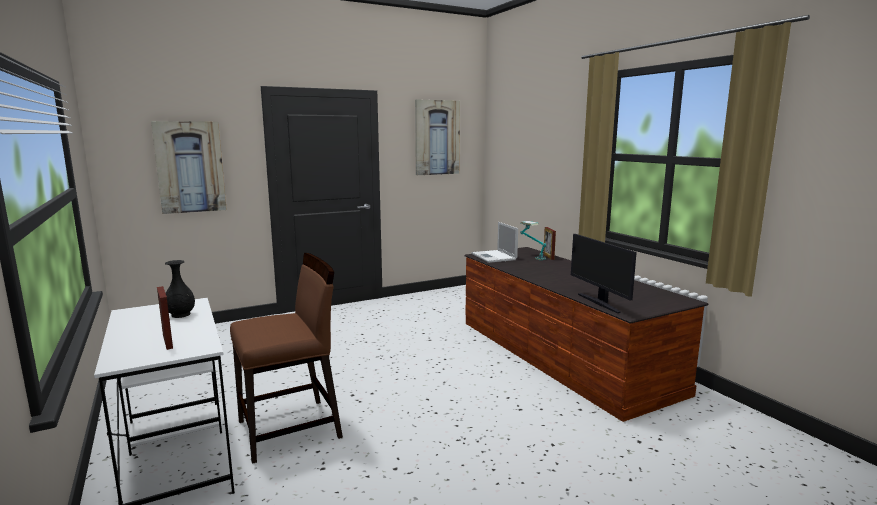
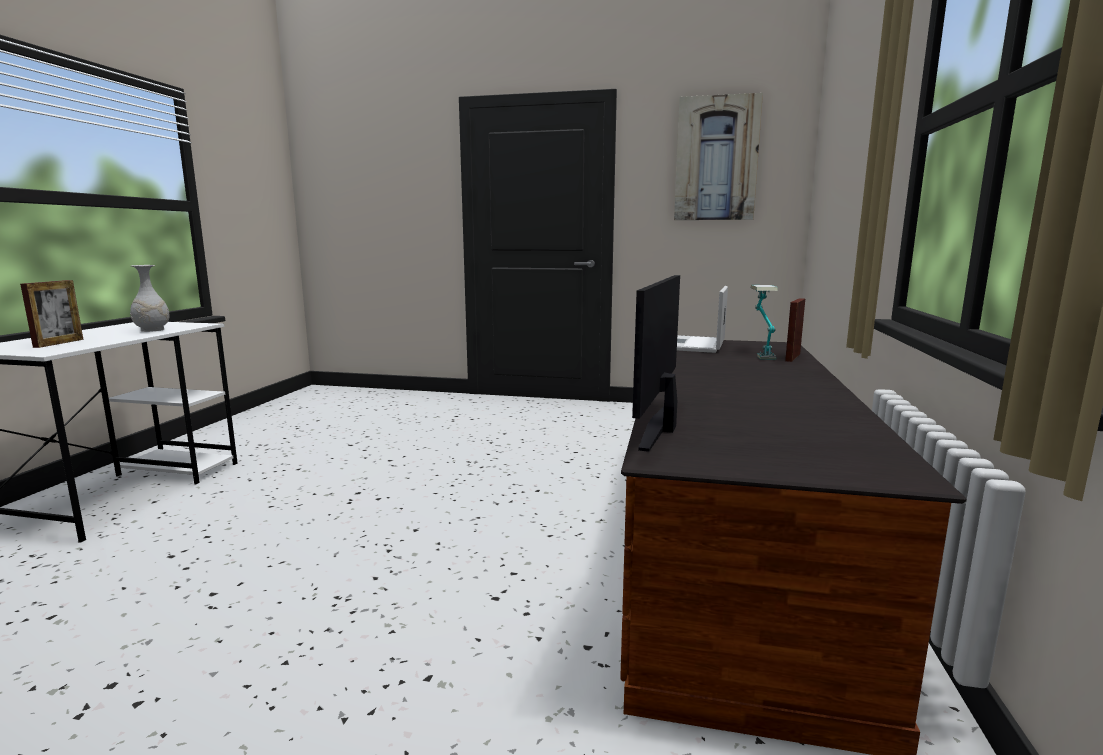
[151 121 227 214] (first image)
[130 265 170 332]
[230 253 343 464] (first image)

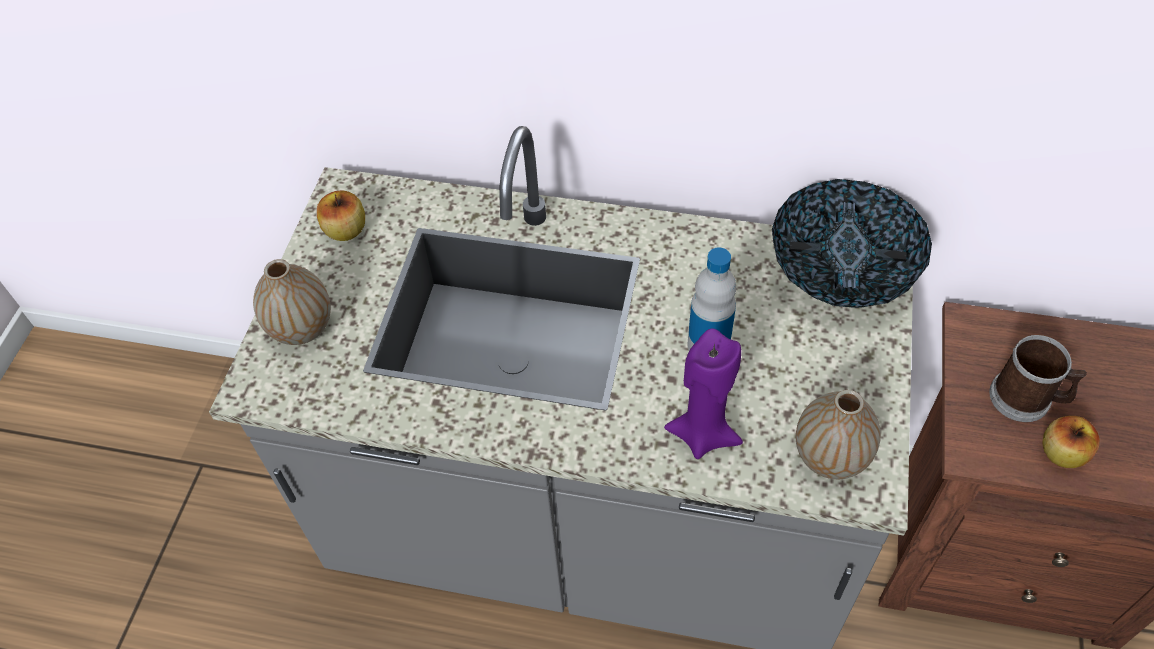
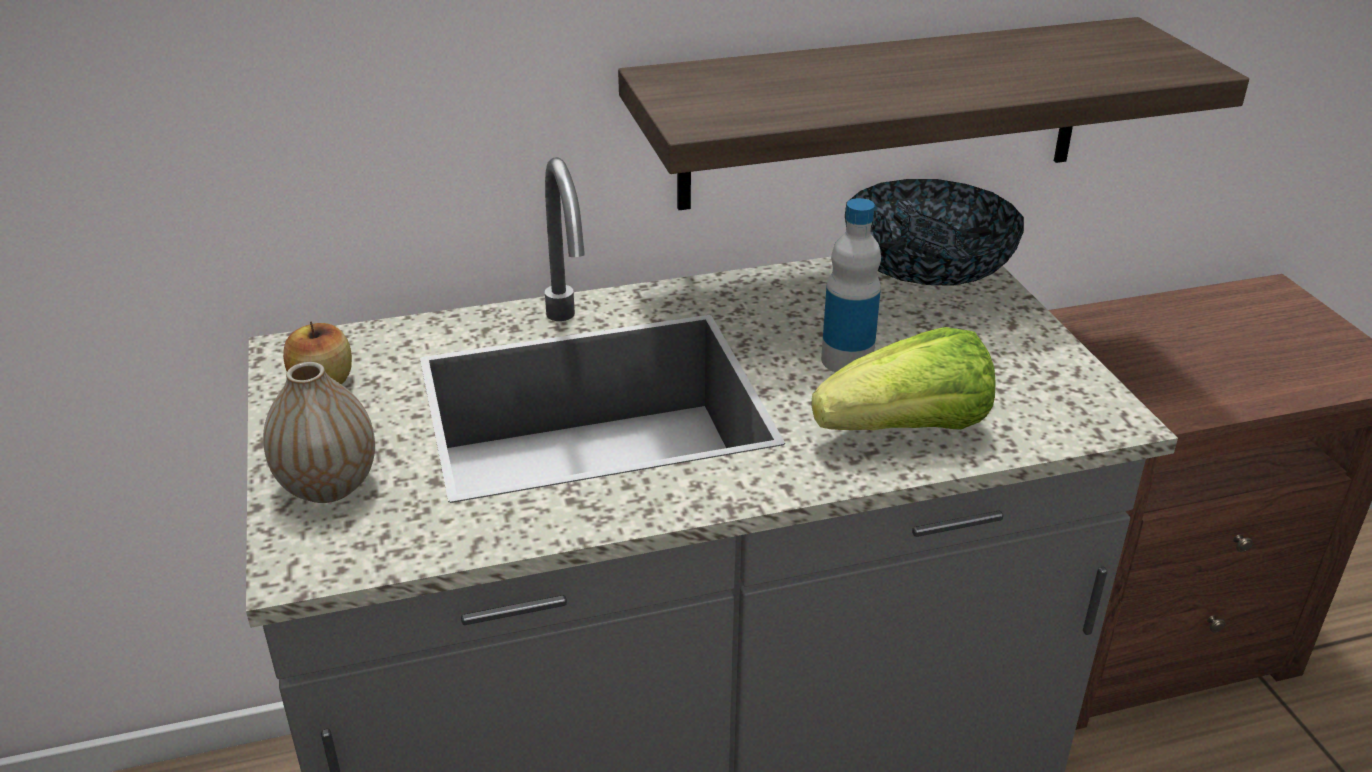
[811 327 996 430]
[796 390 881 479] (first image)
[989 335 1087 422] (first image)
[1042 416 1100 468] (first image)
[618 17 1249 210]

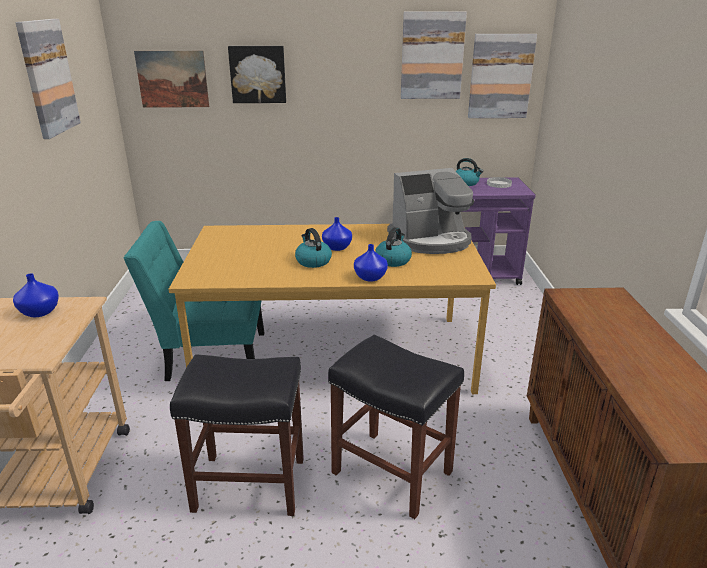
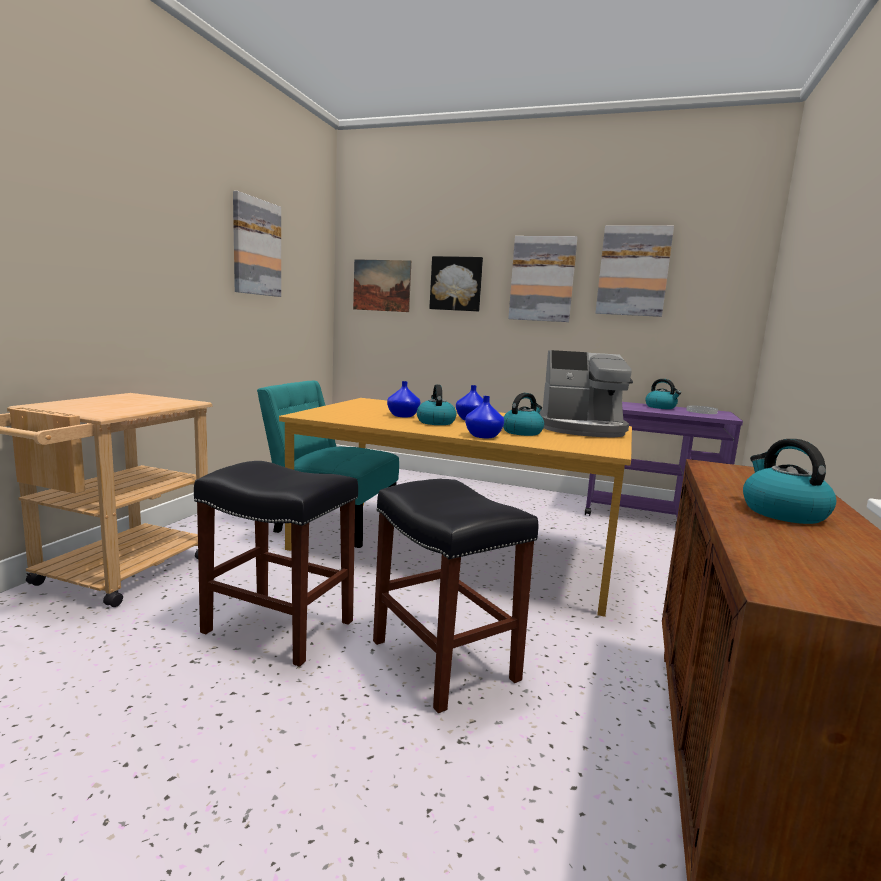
[387 381 420 417]
[508 236 578 322]
[743 439 837 524]

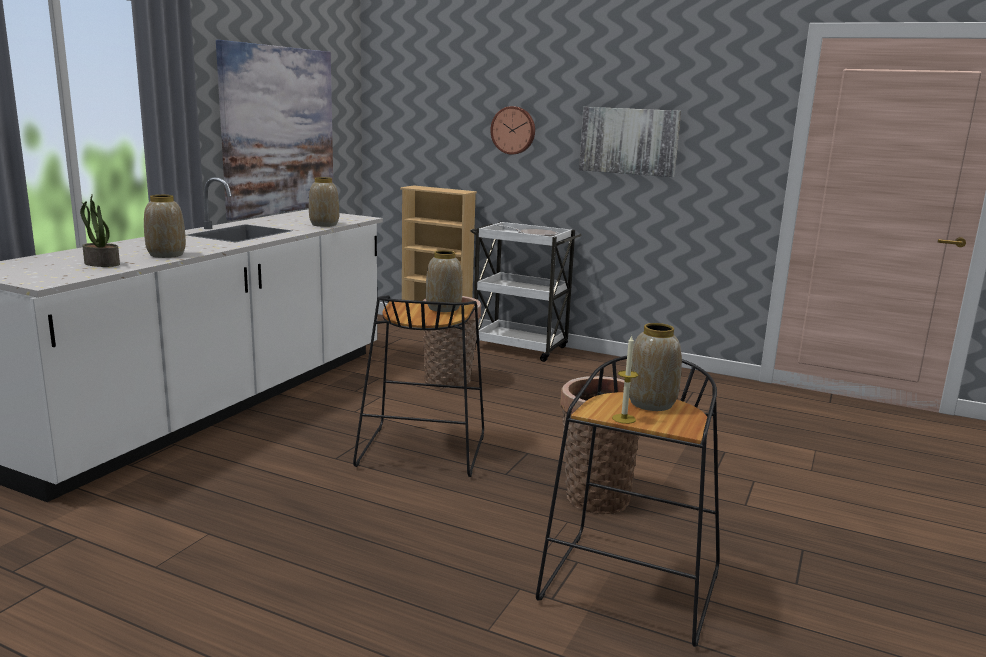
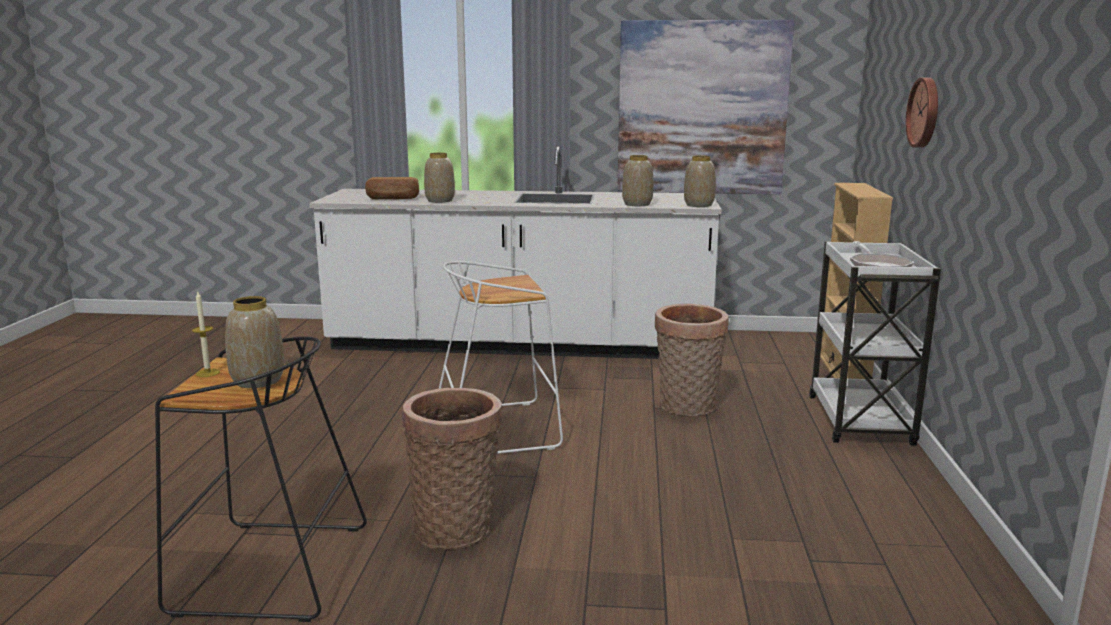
[365 177 419 199]
[439 261 563 454]
[684 155 716 207]
[579 107 681 177] (first image)

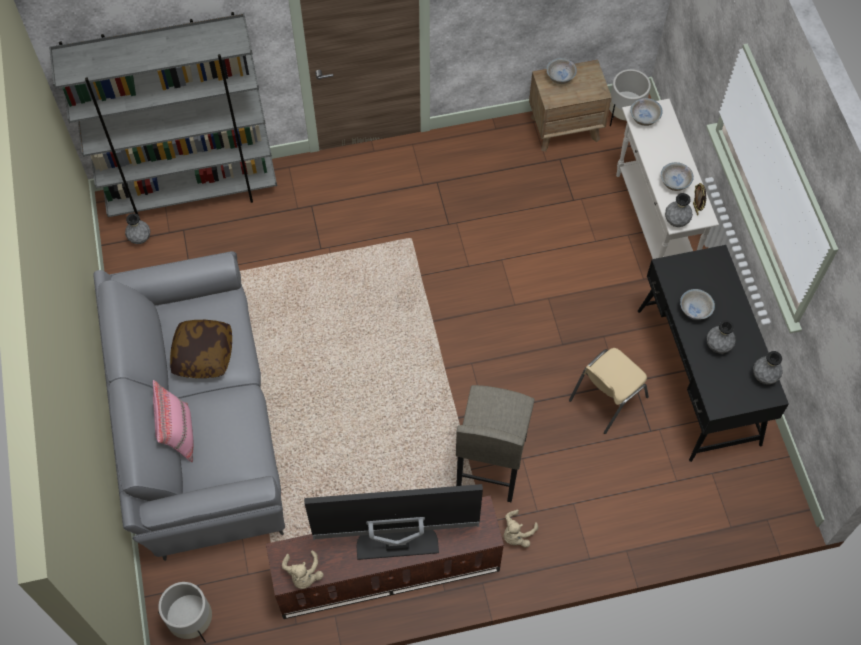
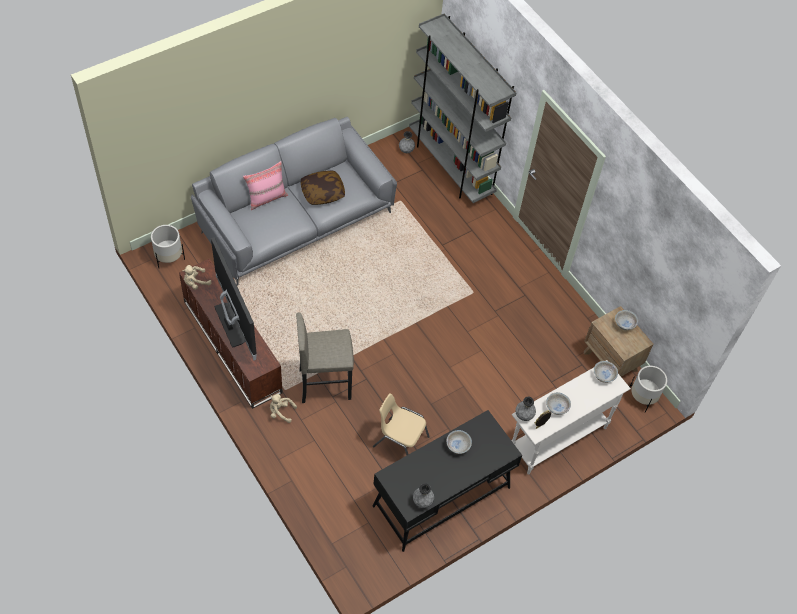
[707 320 735 354] (first image)

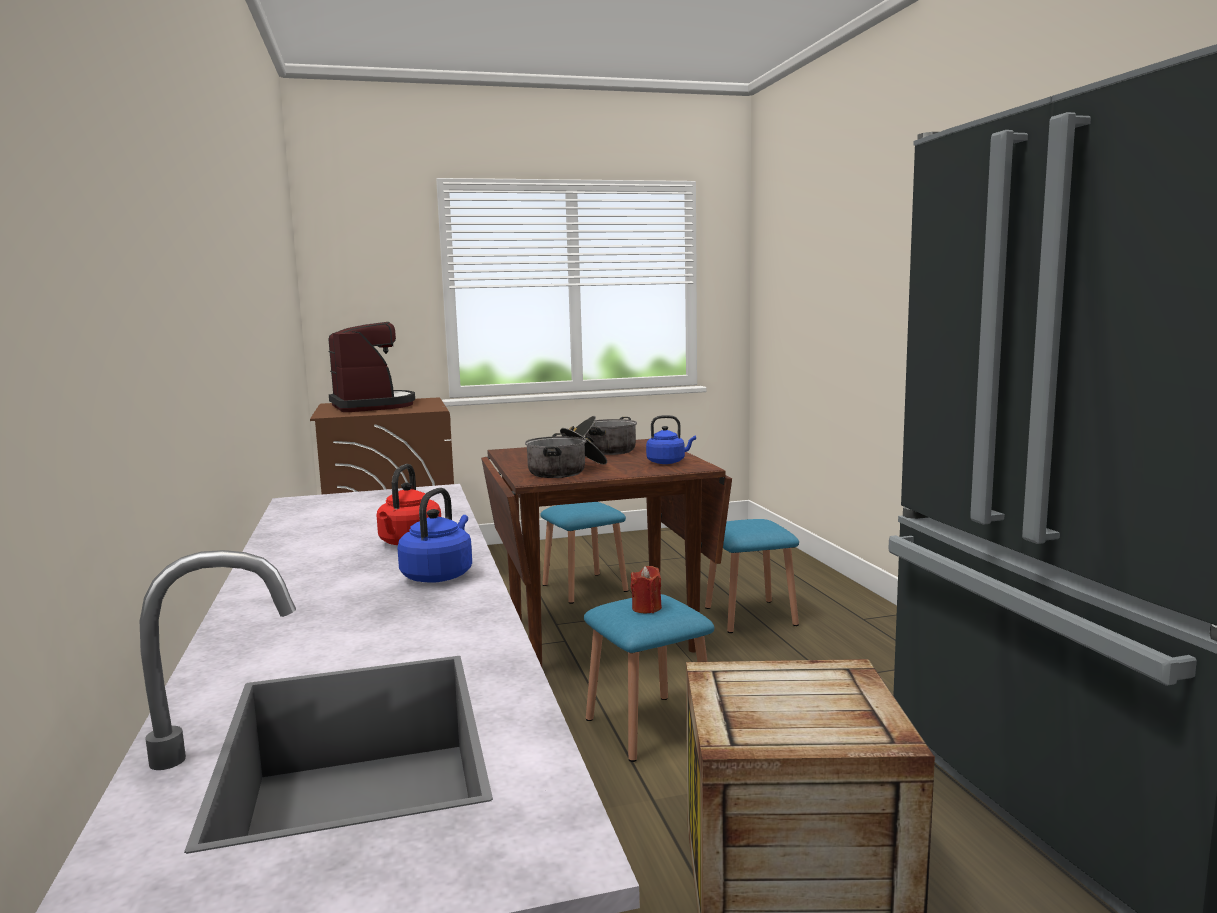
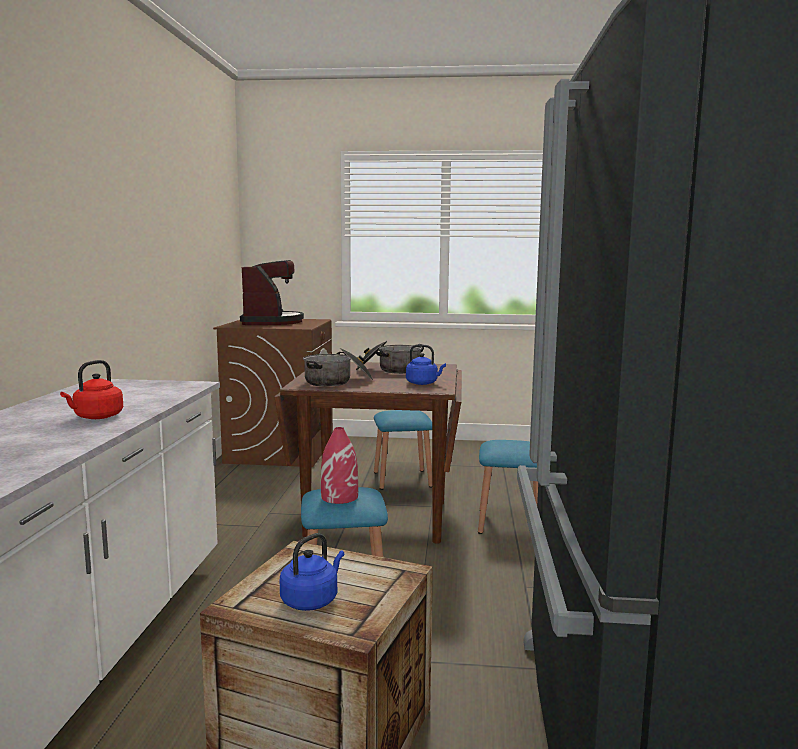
[280 533 344 611]
[321 427 358 504]

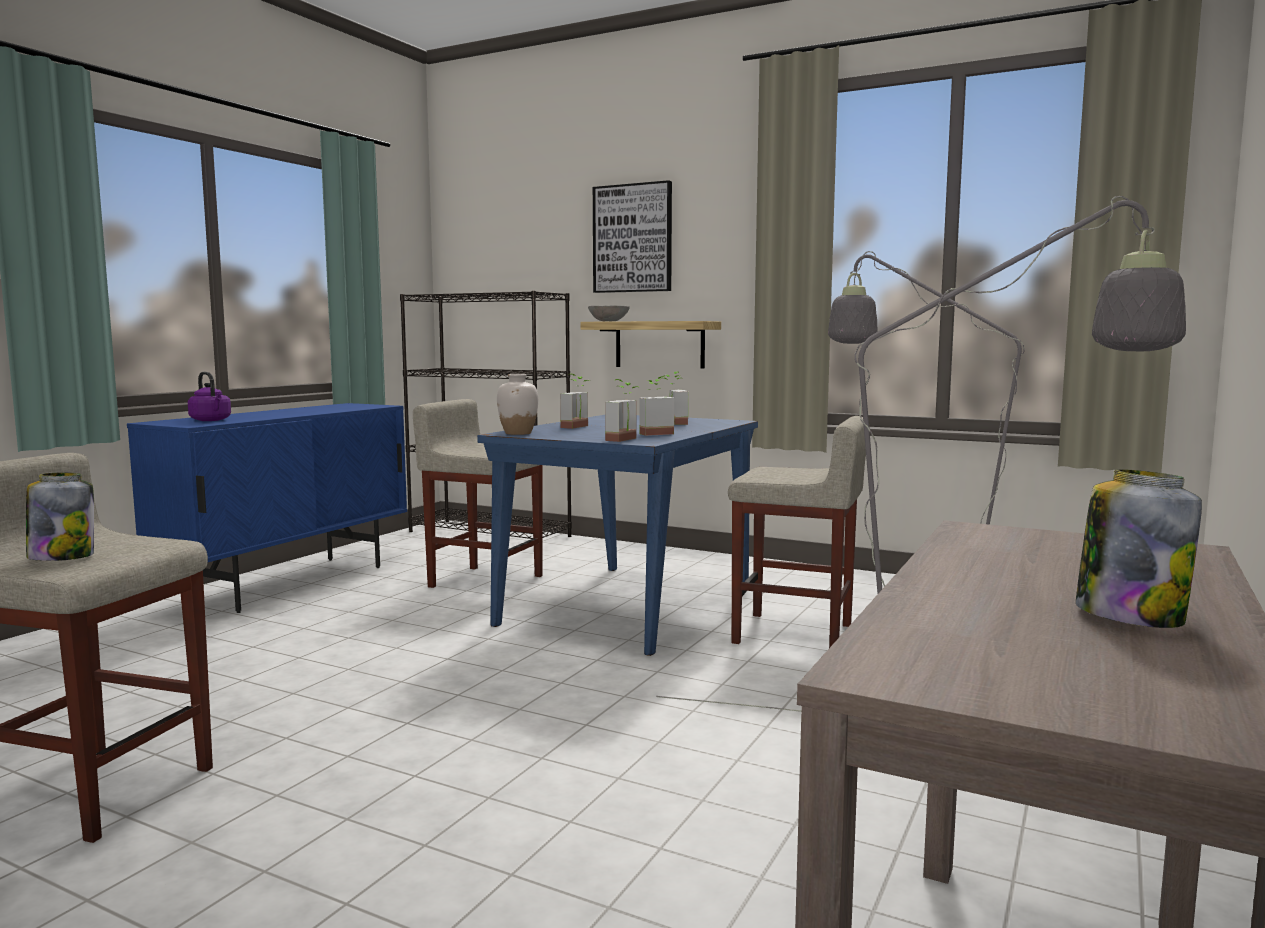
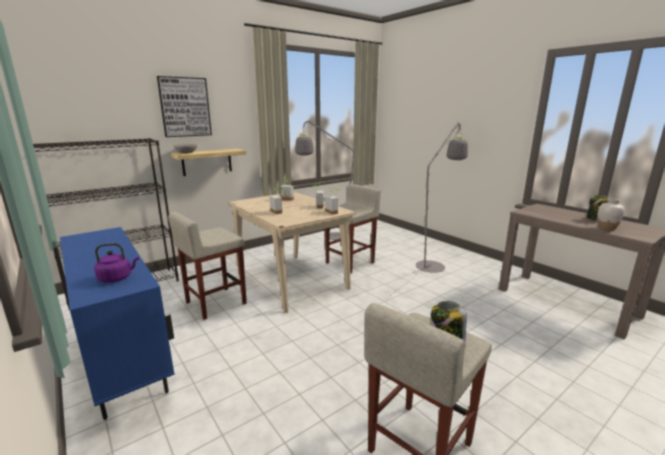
[228 192 356 313]
[597 199 625 231]

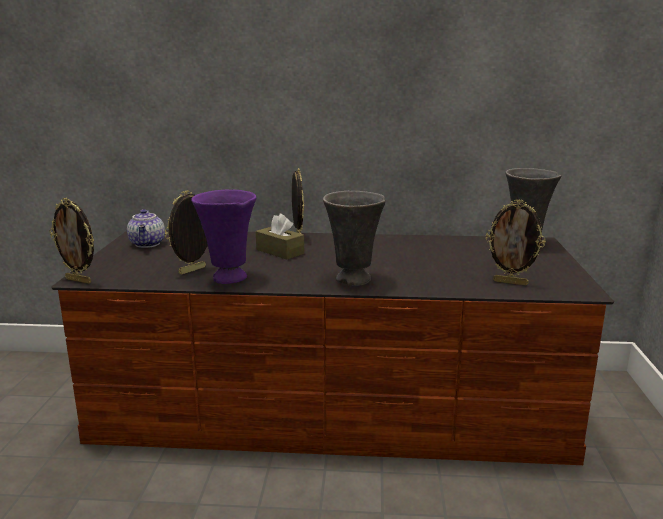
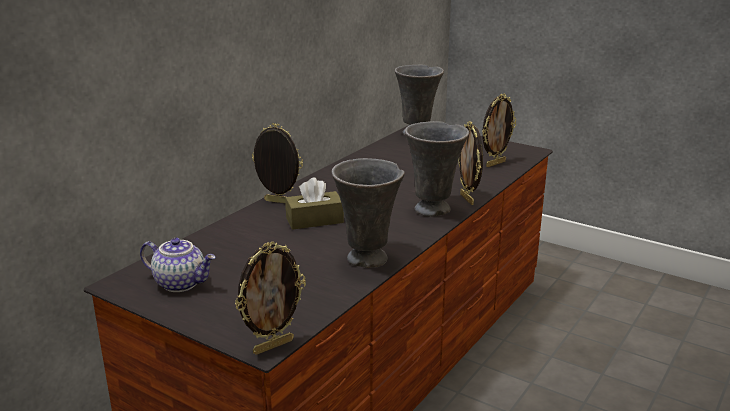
[458 121 483 205]
[332 158 405 268]

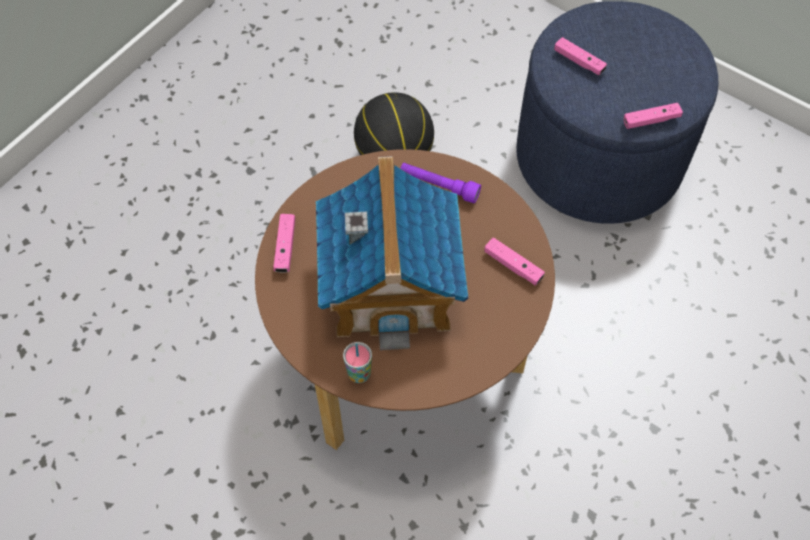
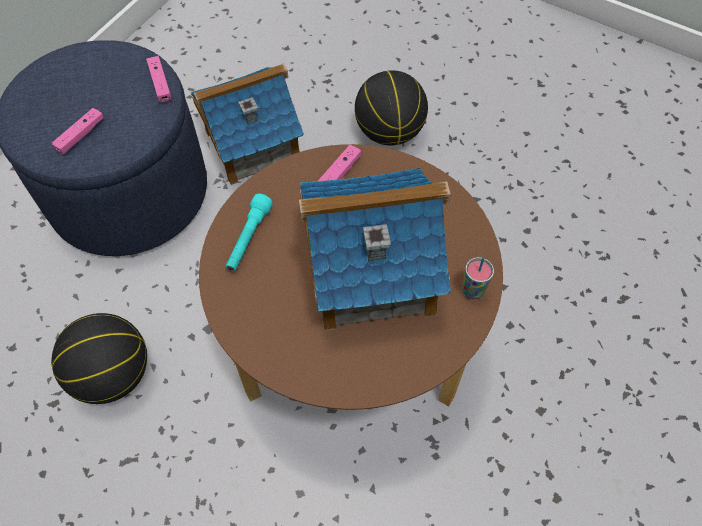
[273 214 295 272] (first image)
[225 194 273 271]
[191 63 304 185]
[355 70 428 145]

